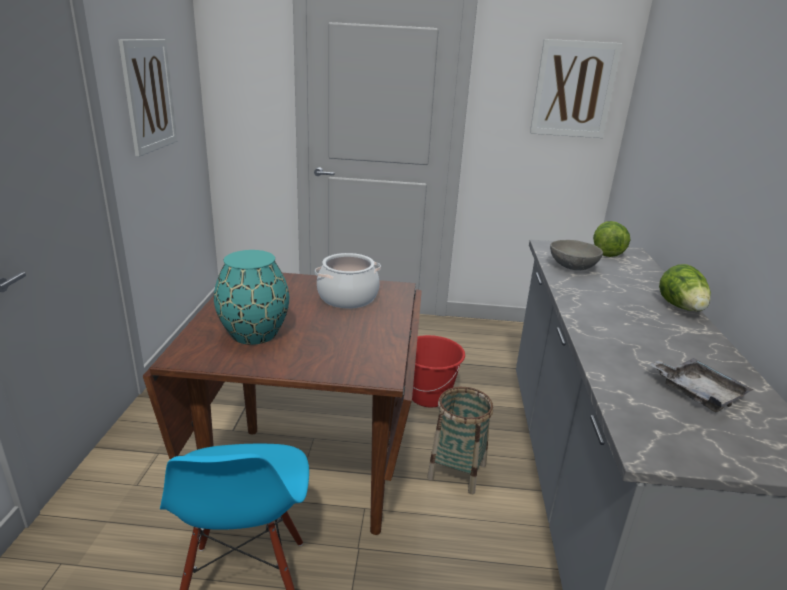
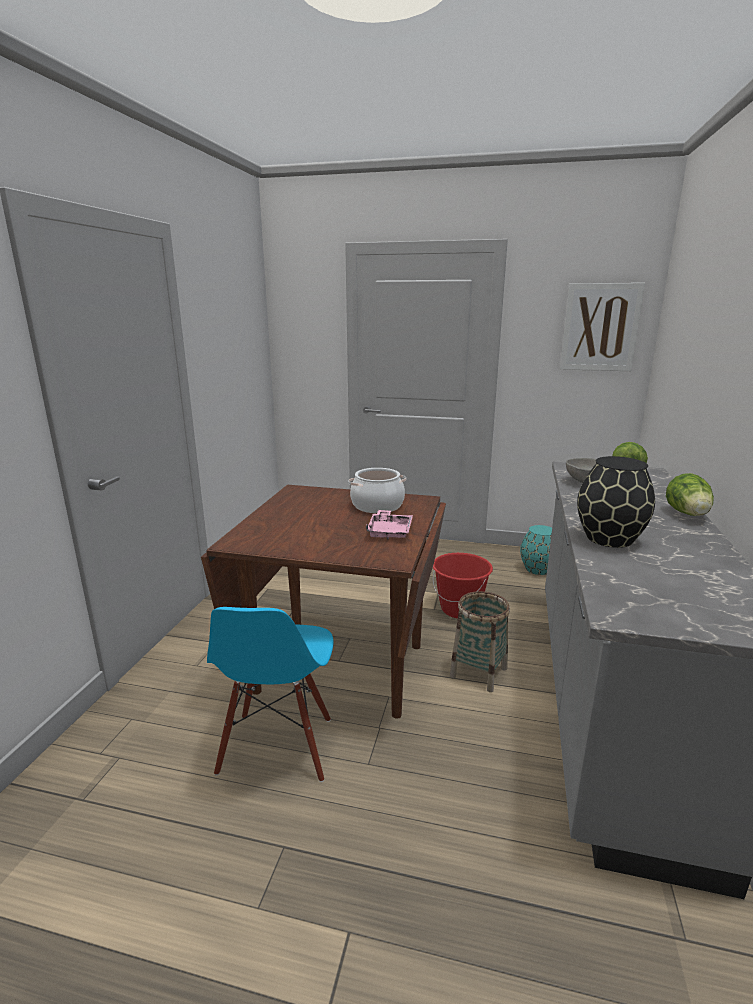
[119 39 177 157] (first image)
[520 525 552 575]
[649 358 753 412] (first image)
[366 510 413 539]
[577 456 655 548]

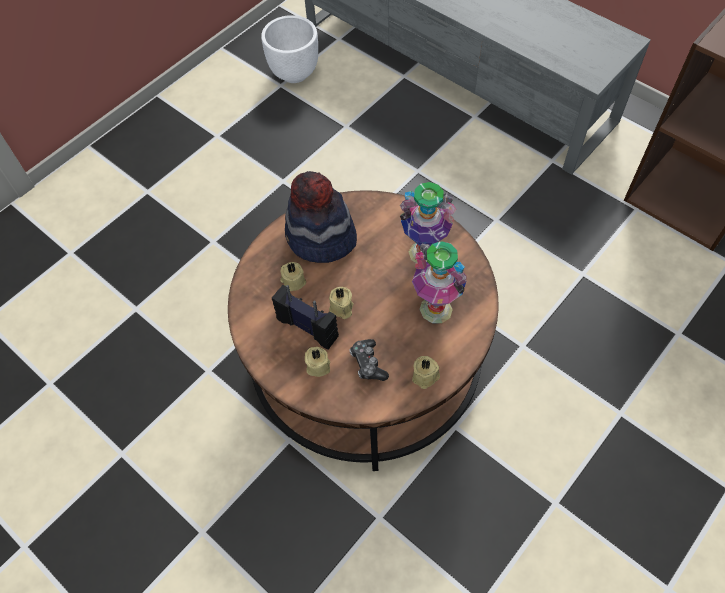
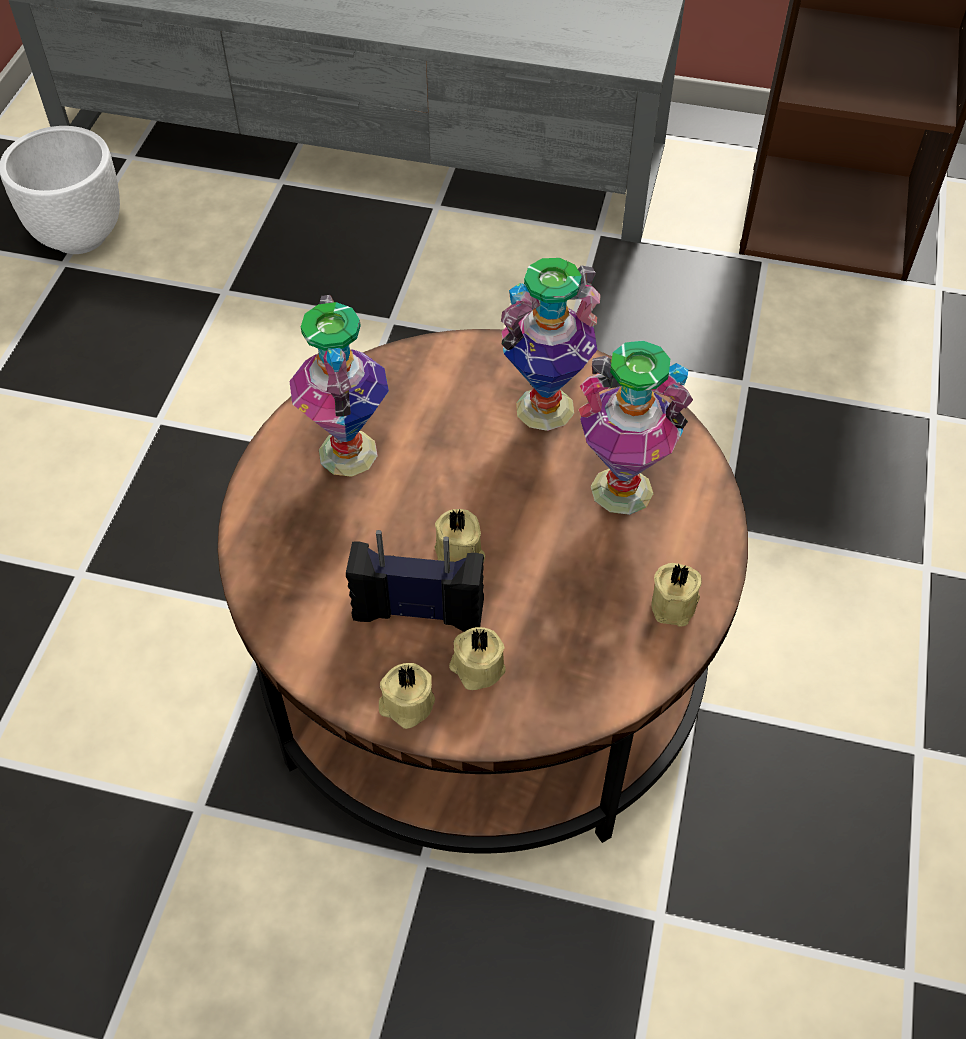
[379 663 435 729]
[289 295 389 477]
[349 339 389 381] (first image)

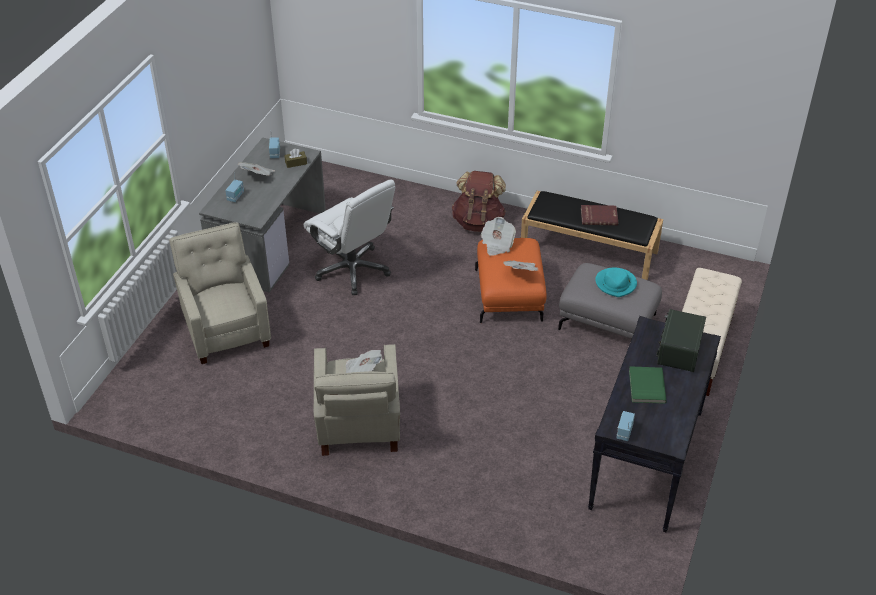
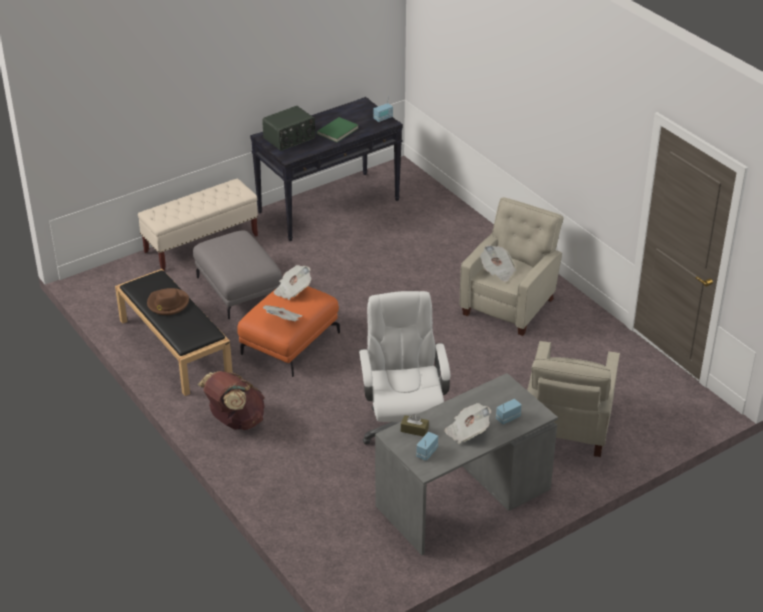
[147 288 189 315]
[595 268 637 297] (first image)

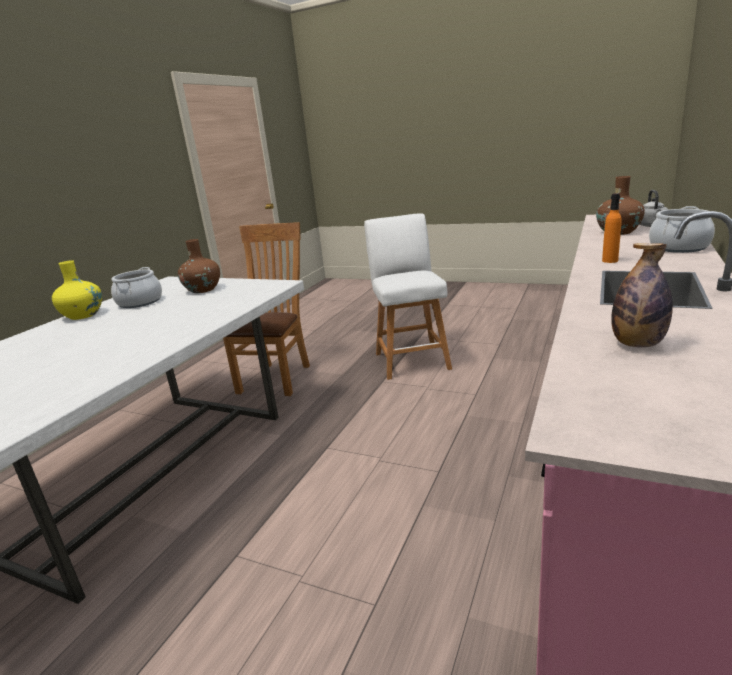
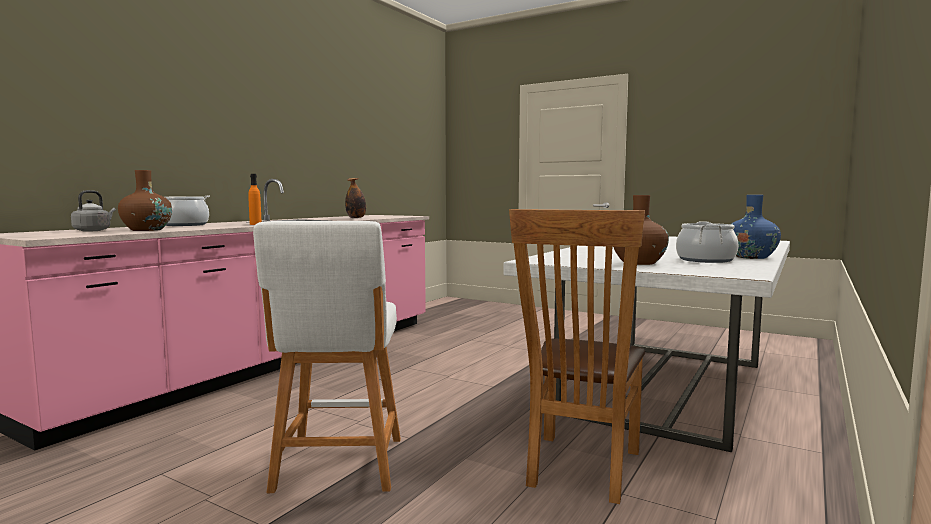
[732 195 781 259]

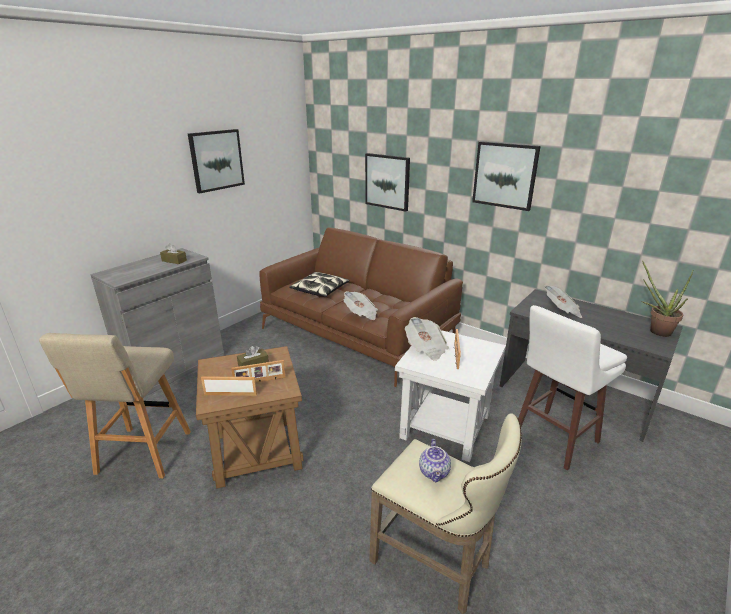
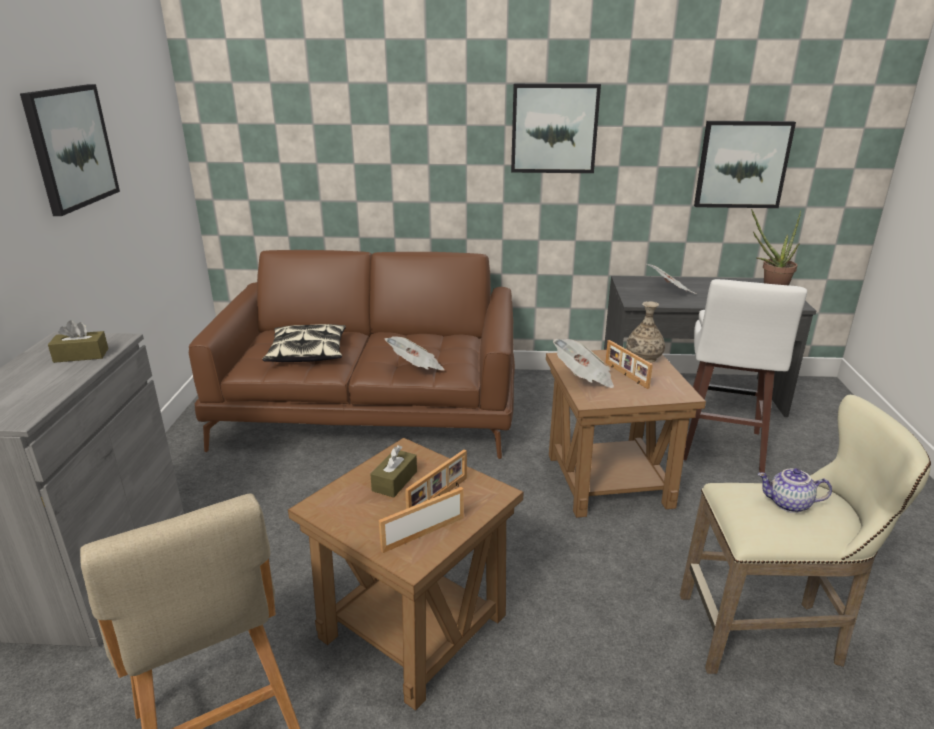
[694 121 796 208]
[546 348 706 518]
[758 468 832 513]
[626 301 665 363]

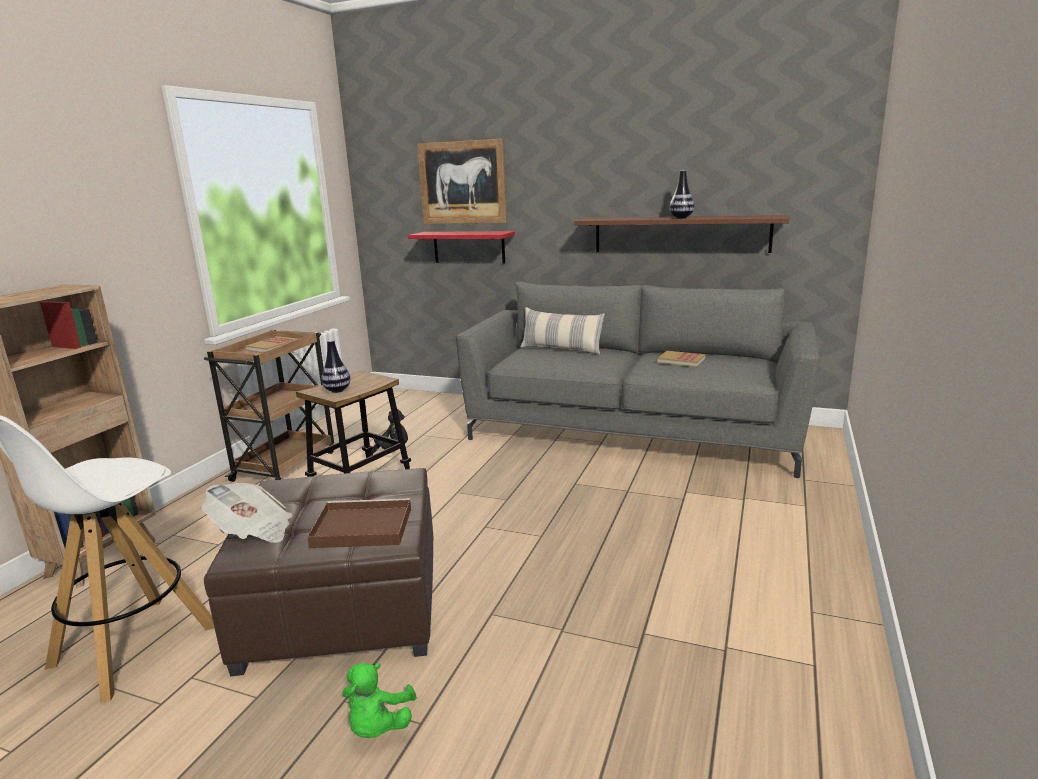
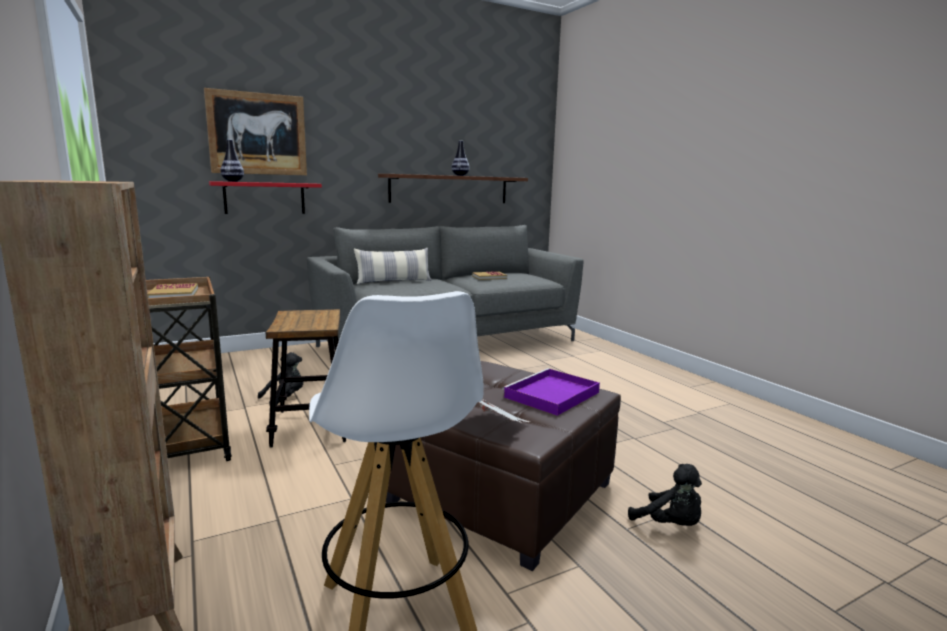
[502 368 600 416]
[220 140 244 182]
[628 464 702 526]

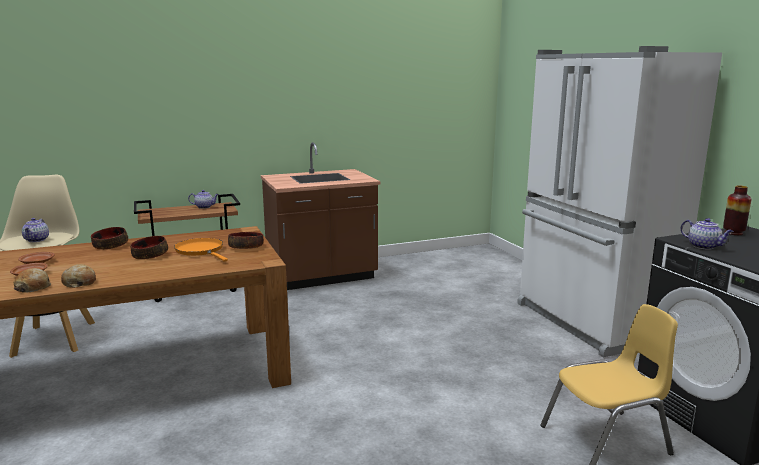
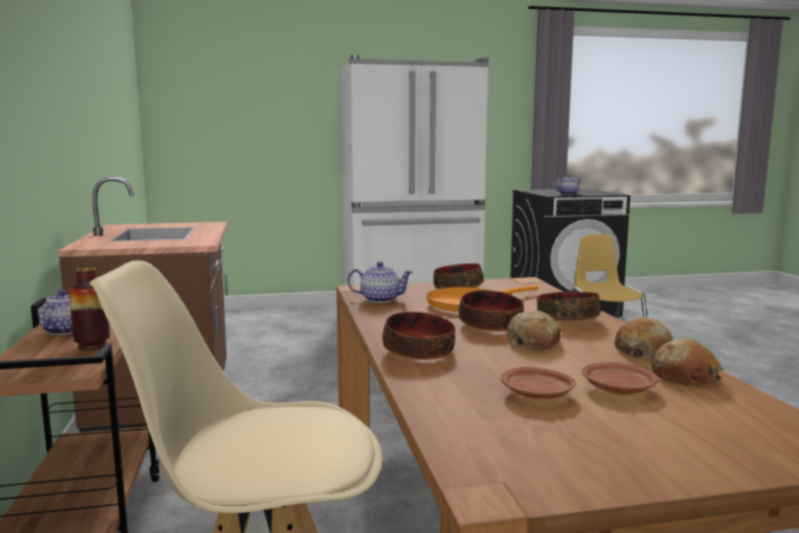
[348 262 413 303]
[69 267 110 350]
[507 310 560 350]
[537 292 601 322]

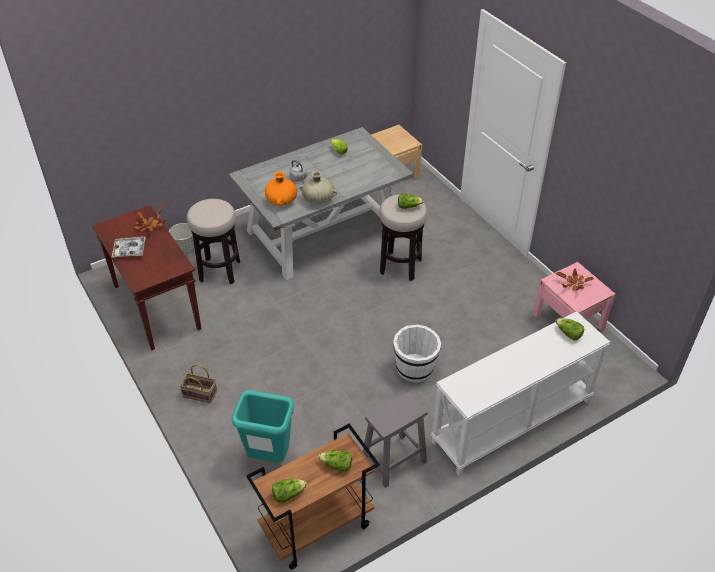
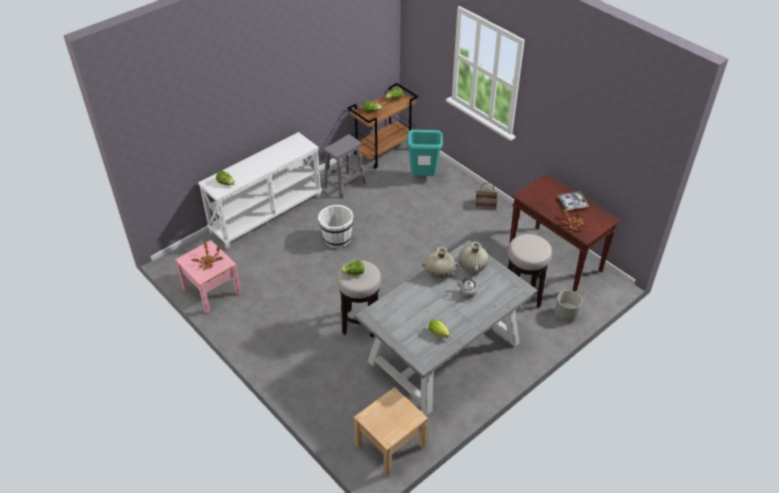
[459 242 489 272]

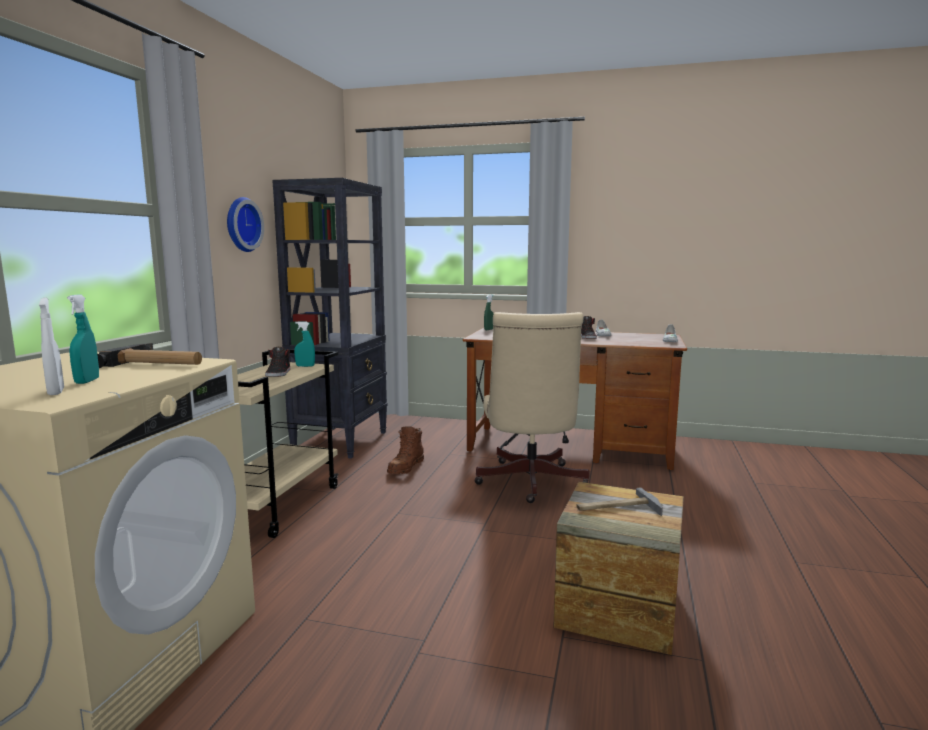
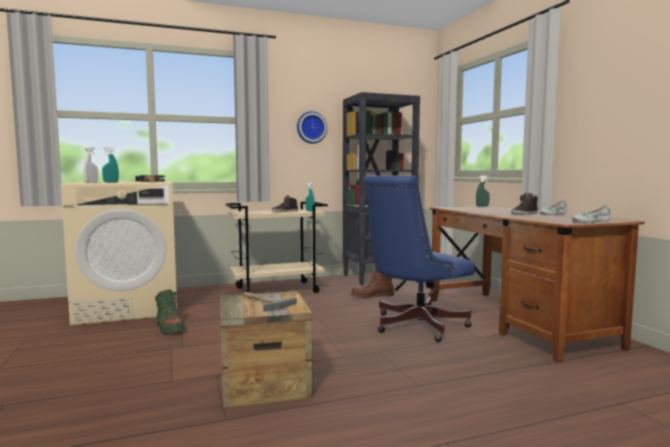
[363 175 475 342]
[155 289 185 334]

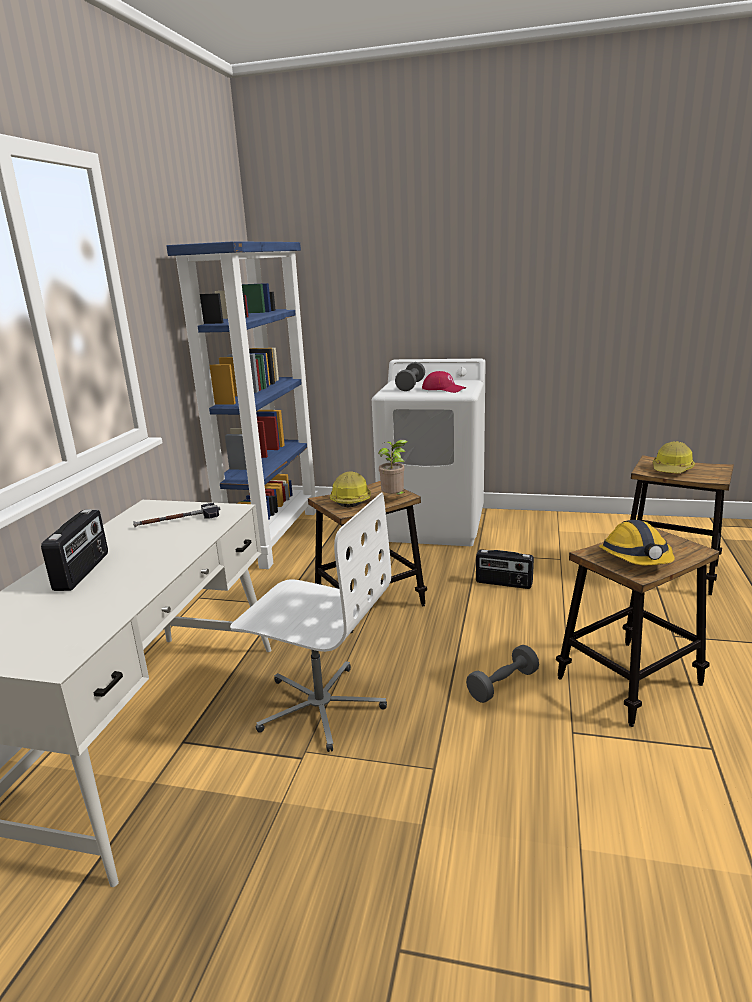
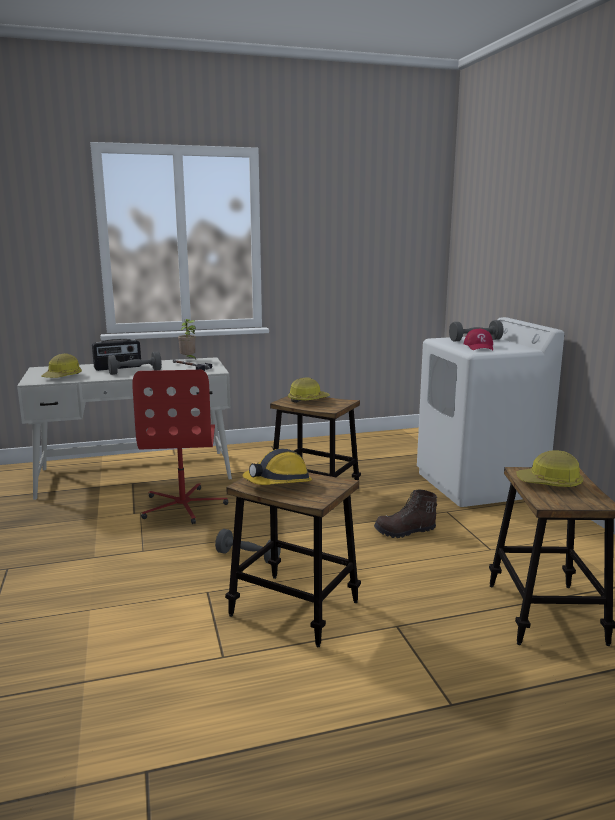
[166 241 318 569] (first image)
[132 370 228 524]
[178 319 196 359]
[374 490 437 538]
[41 353 82 378]
[108 351 162 375]

